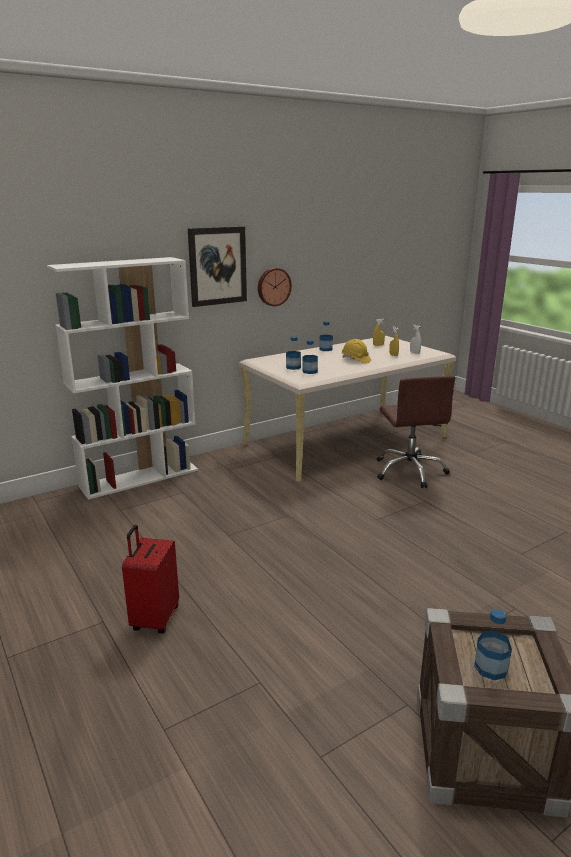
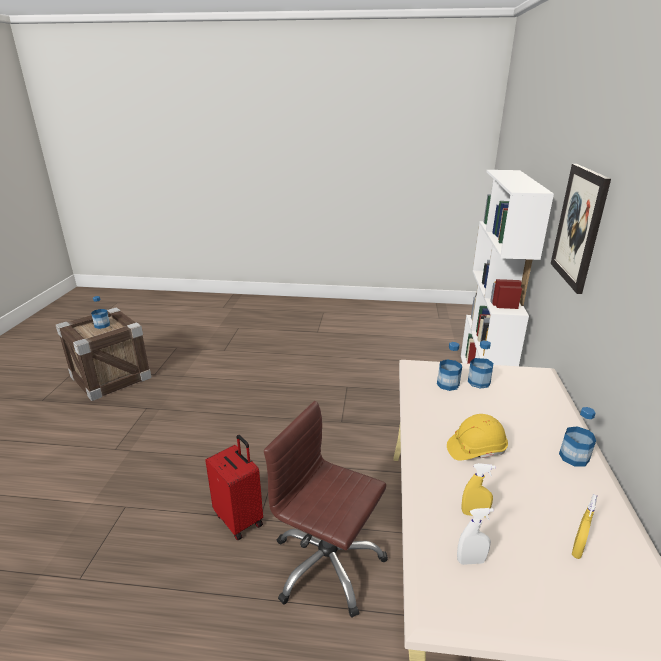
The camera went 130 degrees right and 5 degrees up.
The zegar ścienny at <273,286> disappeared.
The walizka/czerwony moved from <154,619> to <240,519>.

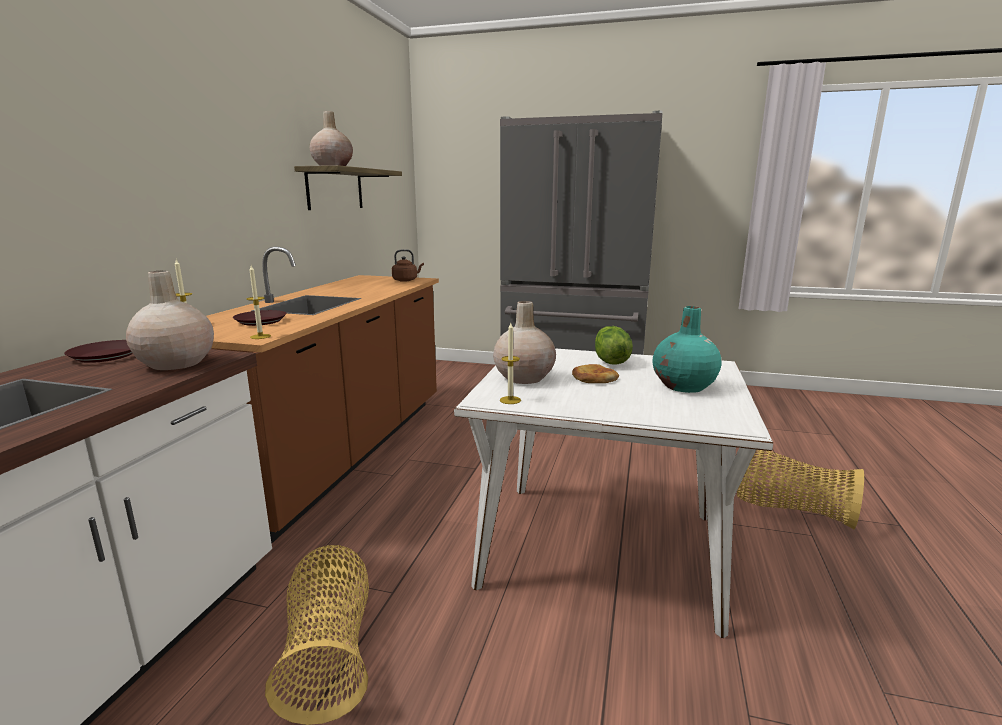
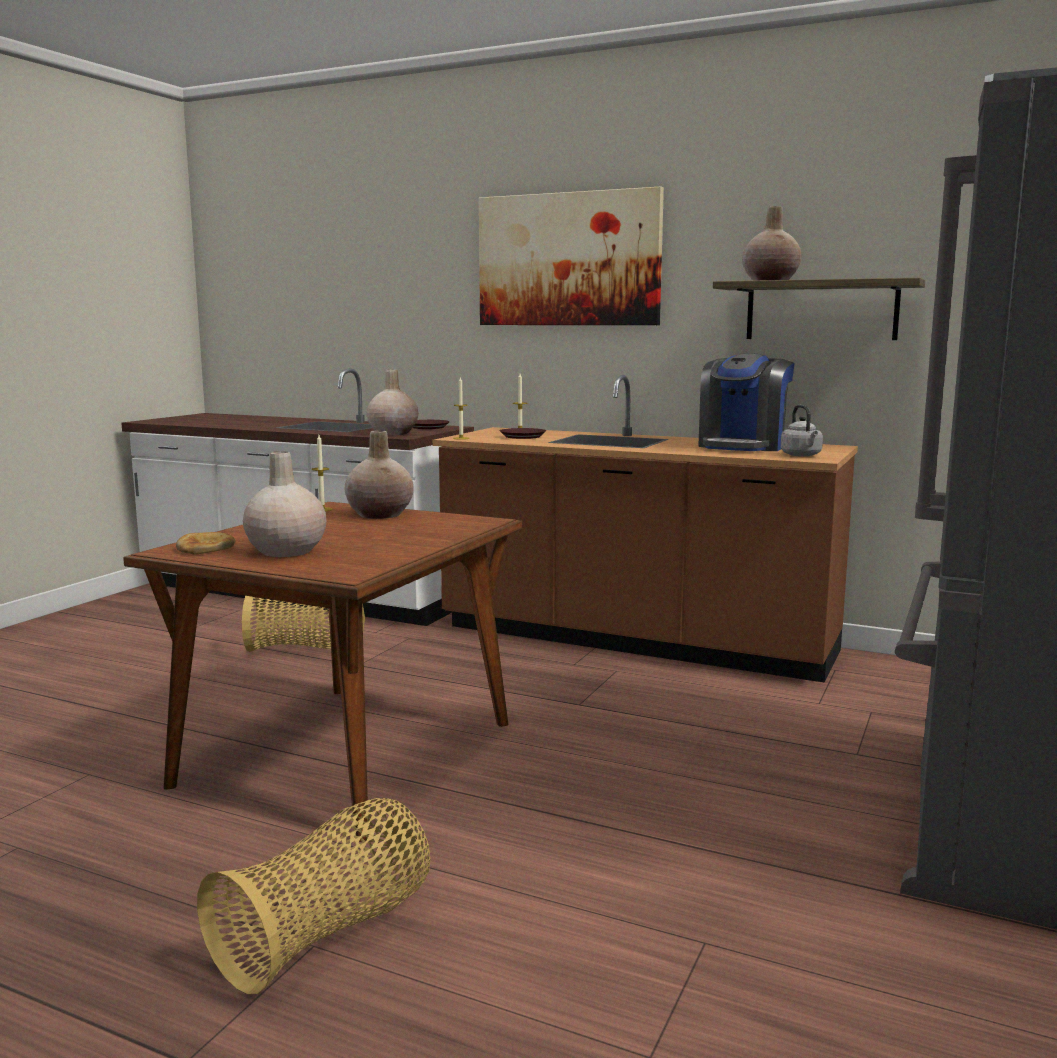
The camera went 100 degrees right and 5 degrees down.
The czajnik/brązowy at <406,280> became the czajnik/szary at <802,455>.
The wazon/turkusowy at <684,386> became the wazon/beżowy at <286,551>.
The sałata at <610,361> disappeared.
The stół jadalny/biały at <602,549> became the stół jadalny/brązowy at <347,754>.
The chleb moved from <594,378> to <205,548>.
The obraz at <568,260> appeared.
The ekspres do kawy at <742,446> appeared.

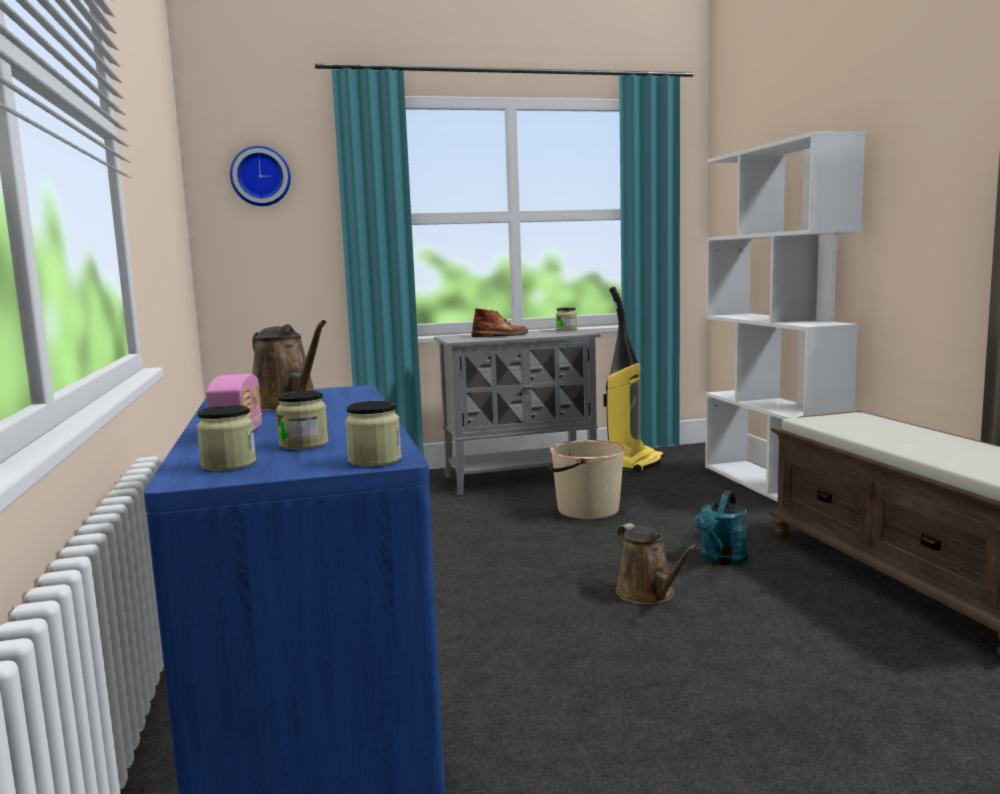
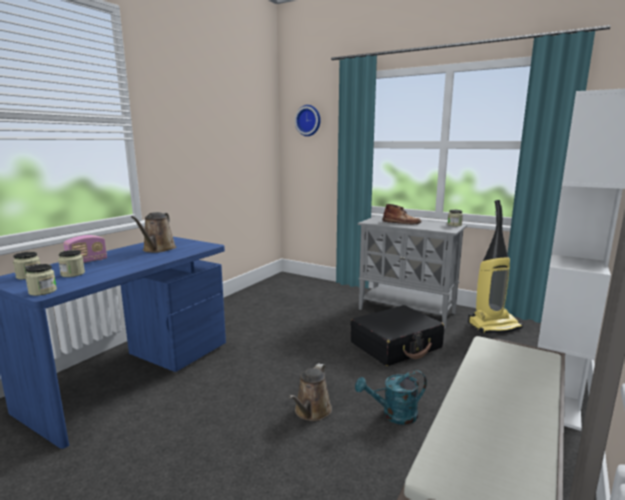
The camera went 45 degrees right and 5 degrees up.
The wiadro/beżowy at <587,510> was replaced by the walizka/czarny at <396,345>.

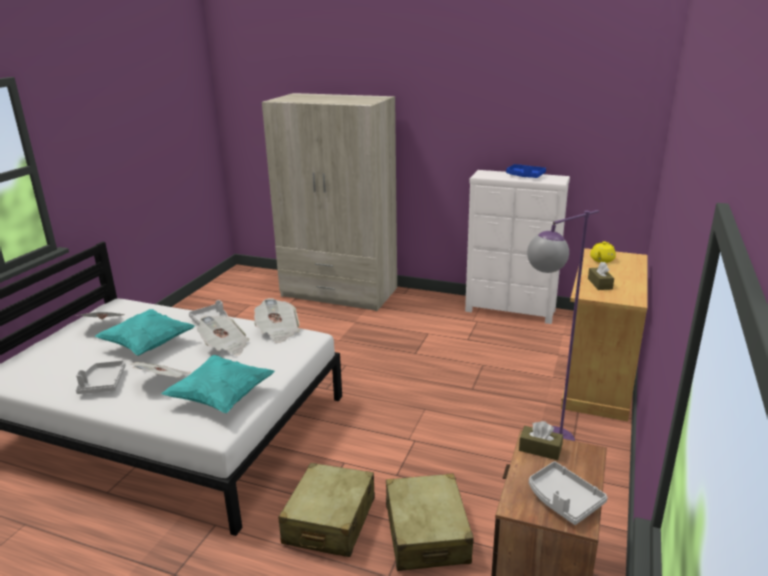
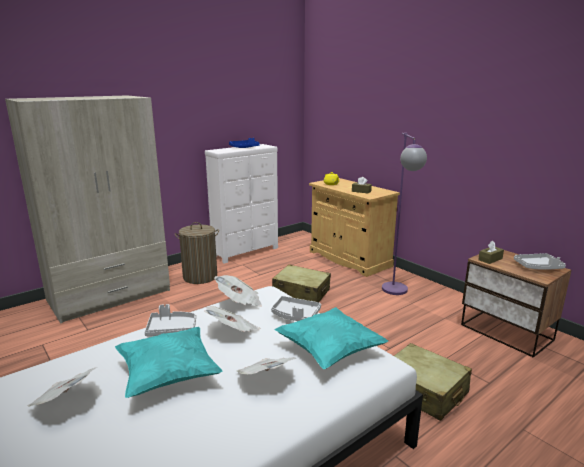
The camera went 60 degrees left and 5 degrees down.
The taca/szary moved from <103,383> to <295,315>.
The walizka/beżowy moved from <426,533> to <301,293>.
The kosz na pranie at <200,277> appeared.

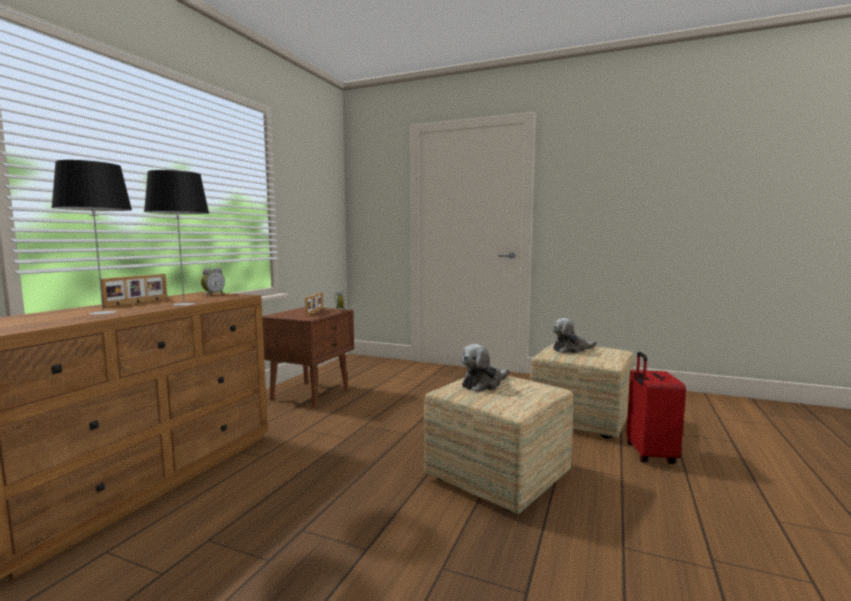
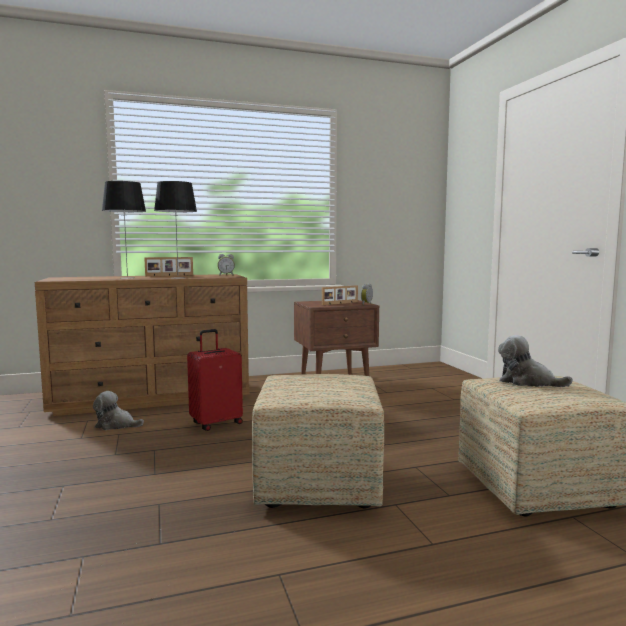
The camera went 50 degrees right and 0 degrees up.
The pluszak moved from <483,384> to <116,425>.
The walizka/czerwony moved from <649,454> to <216,423>.

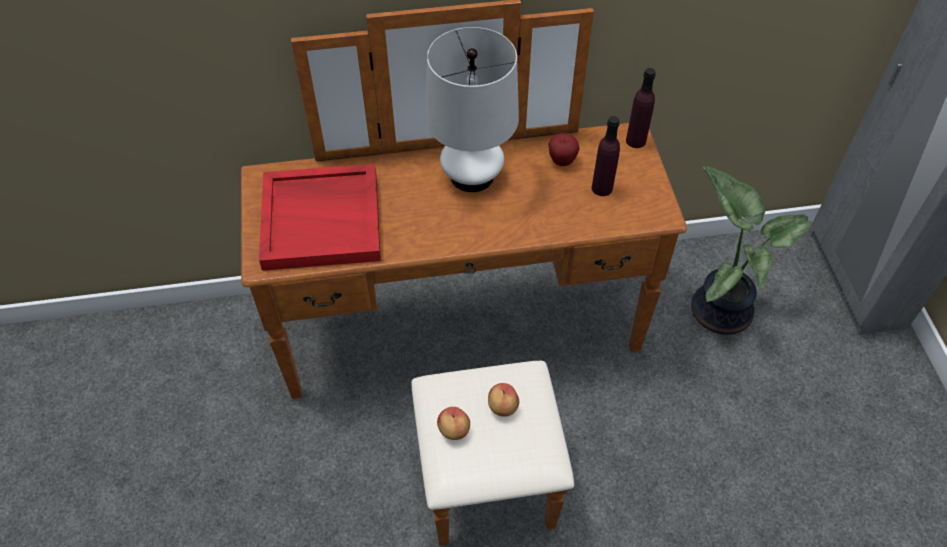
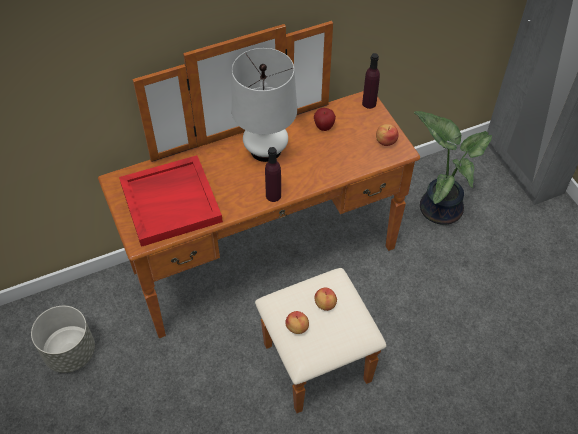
The camera went 15 degrees left and 0 degrees up.
The butelka/fioletowy moved from <602,188> to <273,195>.
The jabłko at <386,141> appeared.
The donica/szary at <70,352> appeared.

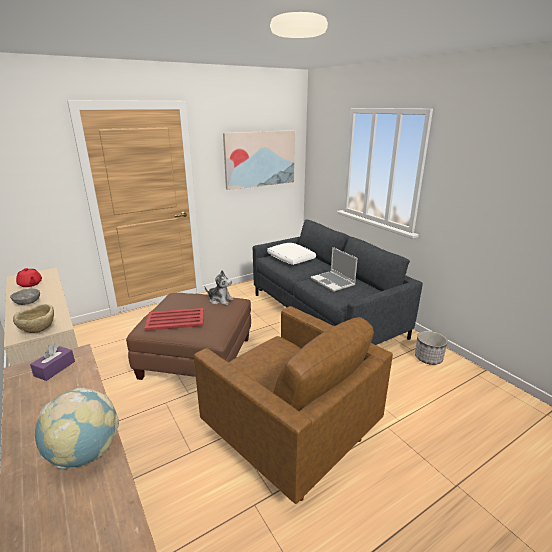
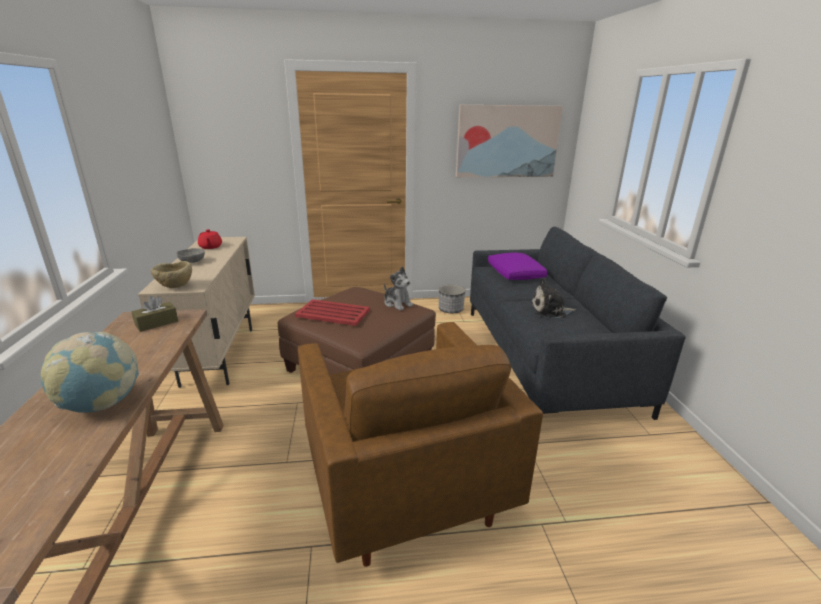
The camera went 25 degrees right and 0 degrees up.
The poduszka/biały at <291,259> became the poduszka/fioletowy at <515,274>.
The laptop at <333,282> was replaced by the pluszak at <550,310>.
The donica moved from <428,358> to <451,310>.
The pudełko chusteczek/fioletowy at <55,368> became the pudełko chusteczek/brązowy at <157,323>.

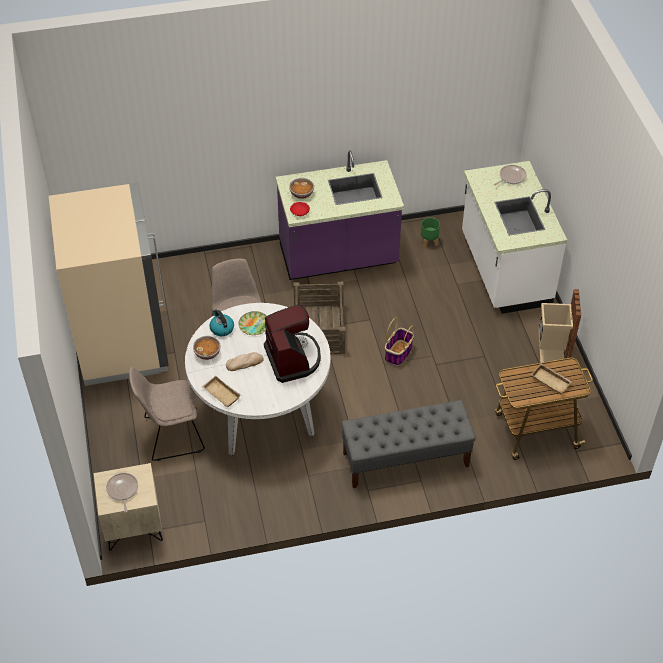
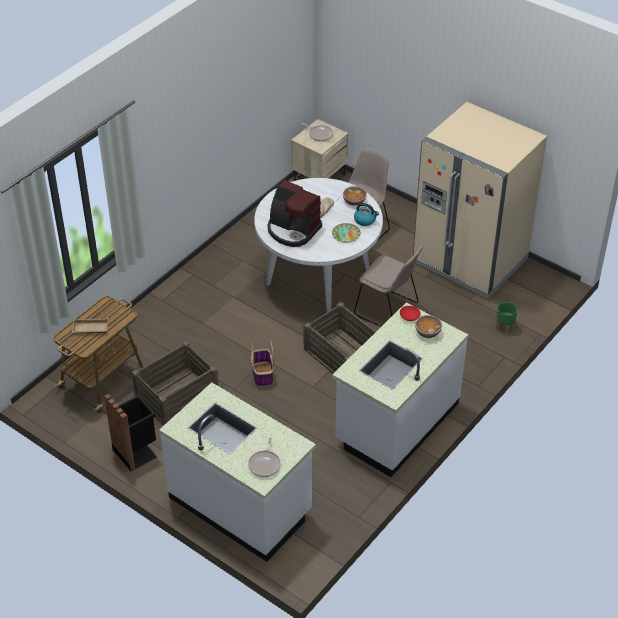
The camera went 140 degrees right and 5 degrees down.
The zabudowa kuchenna/fioletowy at <338,257> became the zabudowa kuchenna/biały at <396,423>.
The donica/zielony moved from <429,241> to <505,327>.
The kosz na śmieci/beżowy at <552,352> became the kosz na śmieci/czarny at <136,452>.
The taca/beżowy at <220,394> disappeared.
The ławka/szary at <405,459> disappeared.
The skrzynka at <176,394> appeared.

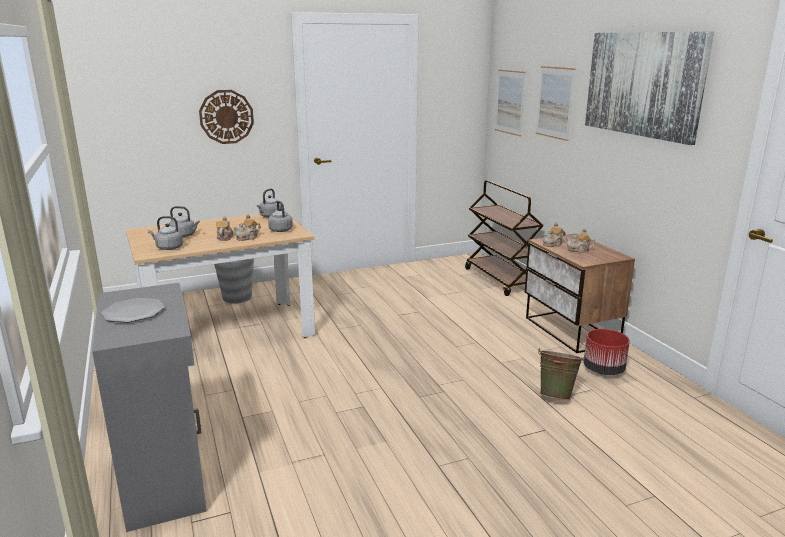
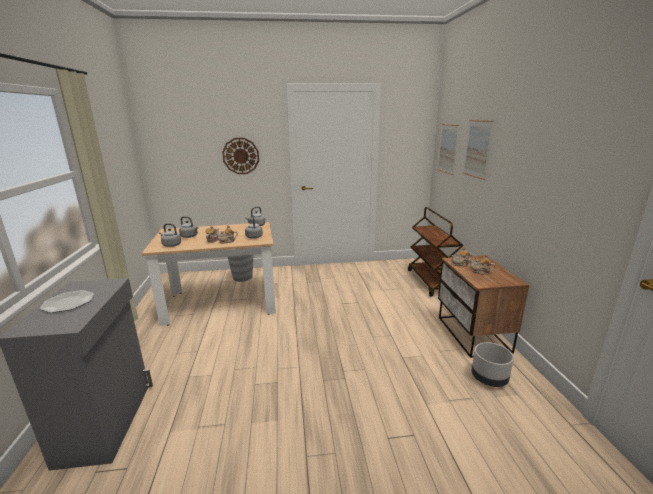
The camera went 15 degrees right and 0 degrees up.
The obraz at <643,84> disappeared.
The donica/czerwony at <604,370> became the donica/szary at <489,379>.
The wiadro/zielony at <556,395> disappeared.

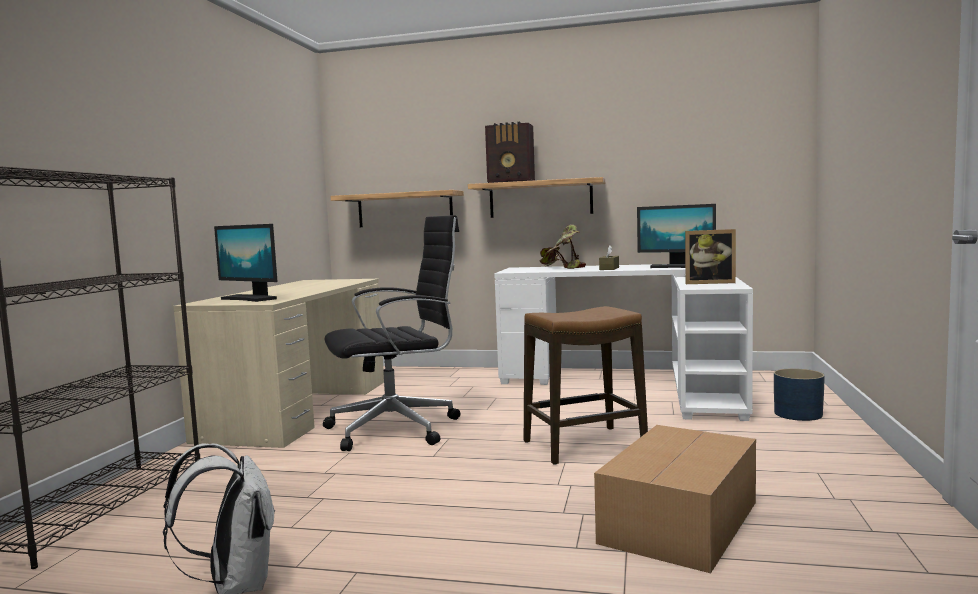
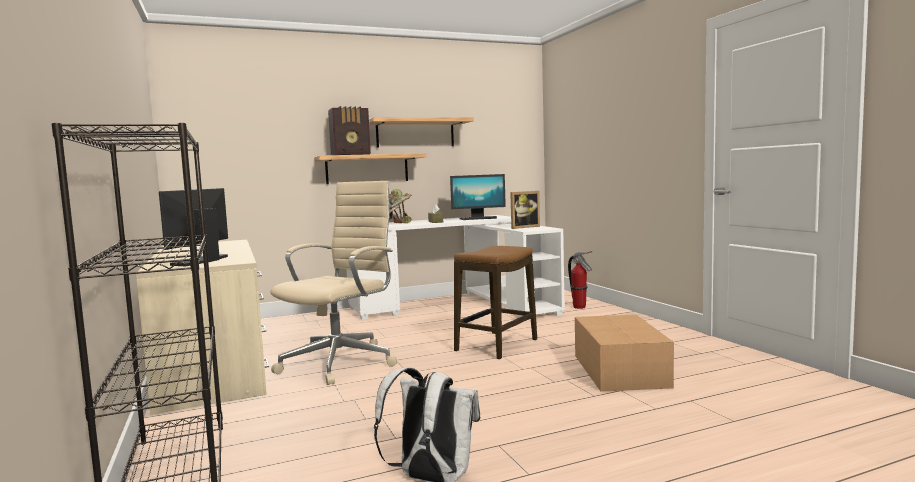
The camera went 35 degrees left and 0 degrees up.
The półka moved from <405,209> to <415,133>.
The krzesło biurowe/czarny at <398,428> became the krzesło biurowe/beżowy at <341,362>.
The monitor at <250,298> turned 105 degrees clockwise.
The donica/niebieski at <798,414> was replaced by the gaśnica at <579,307>.

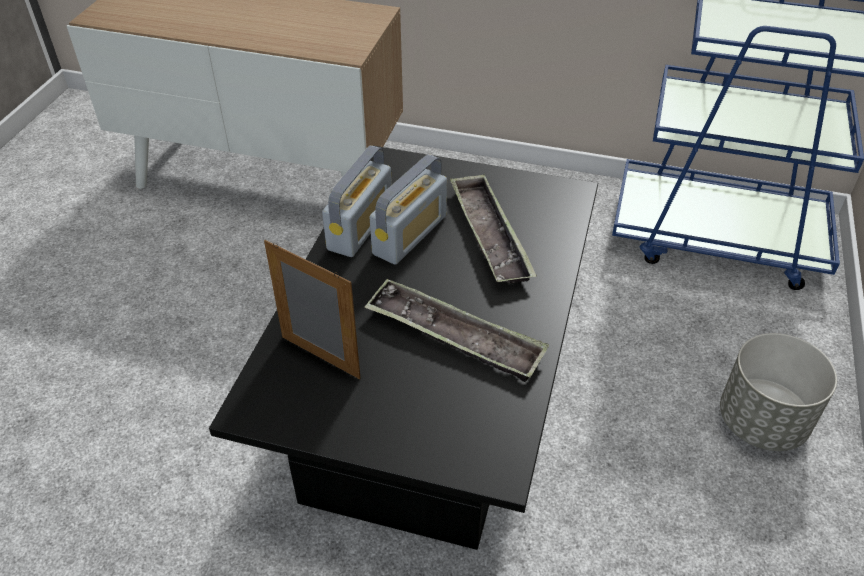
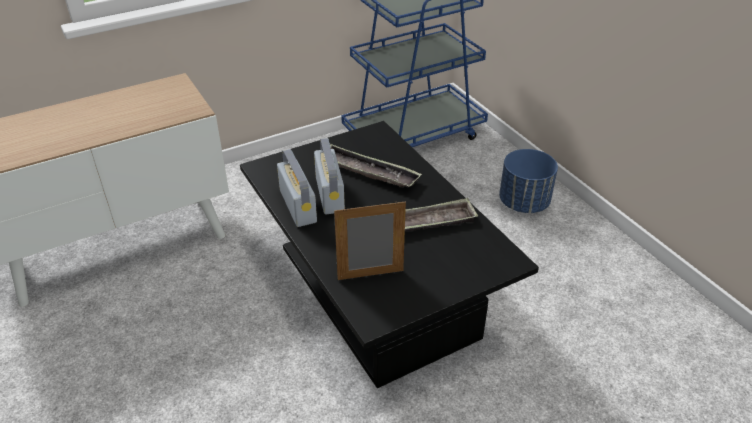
The camera went 45 degrees left and 5 degrees down.
The donica/szary at <762,422> became the donica/niebieski at <524,203>.

